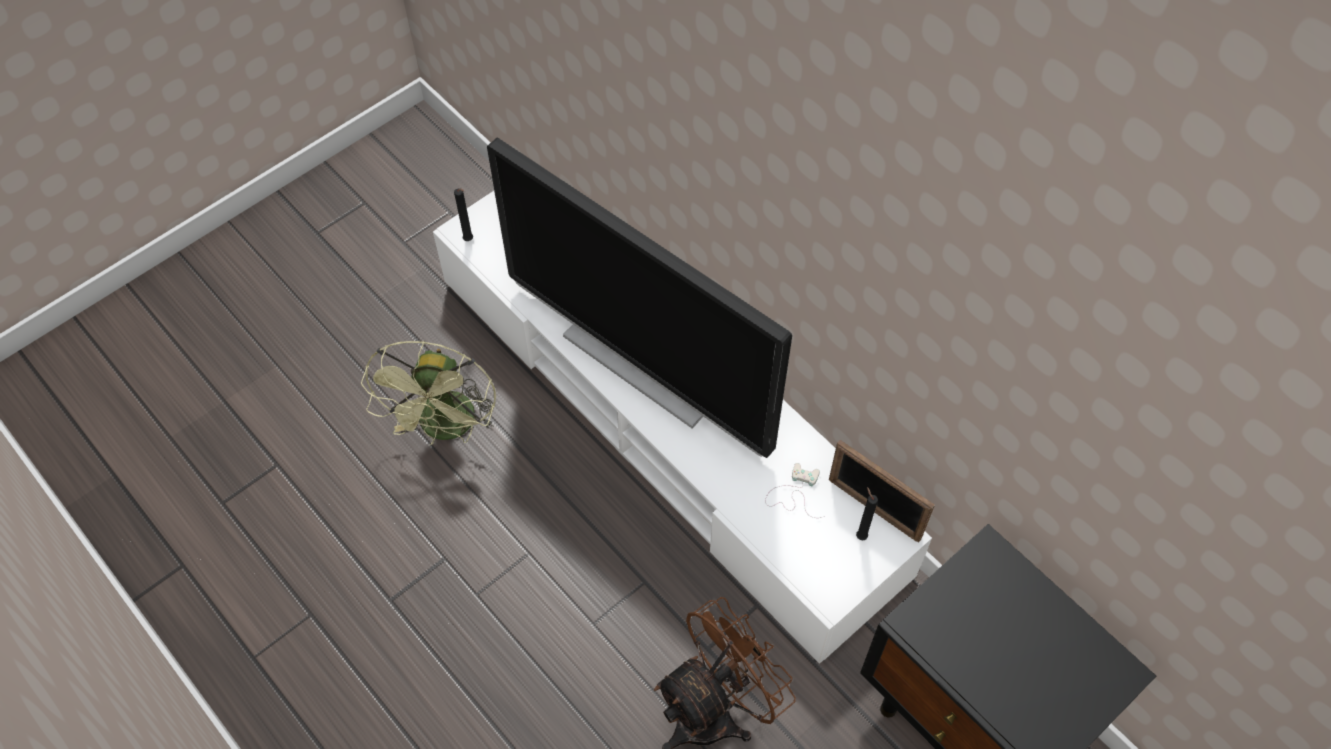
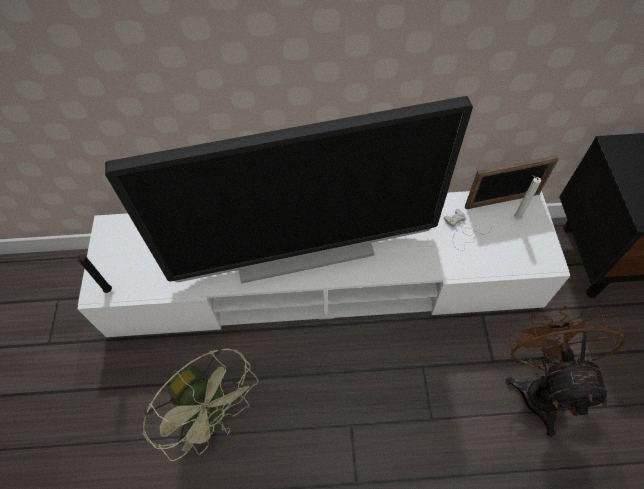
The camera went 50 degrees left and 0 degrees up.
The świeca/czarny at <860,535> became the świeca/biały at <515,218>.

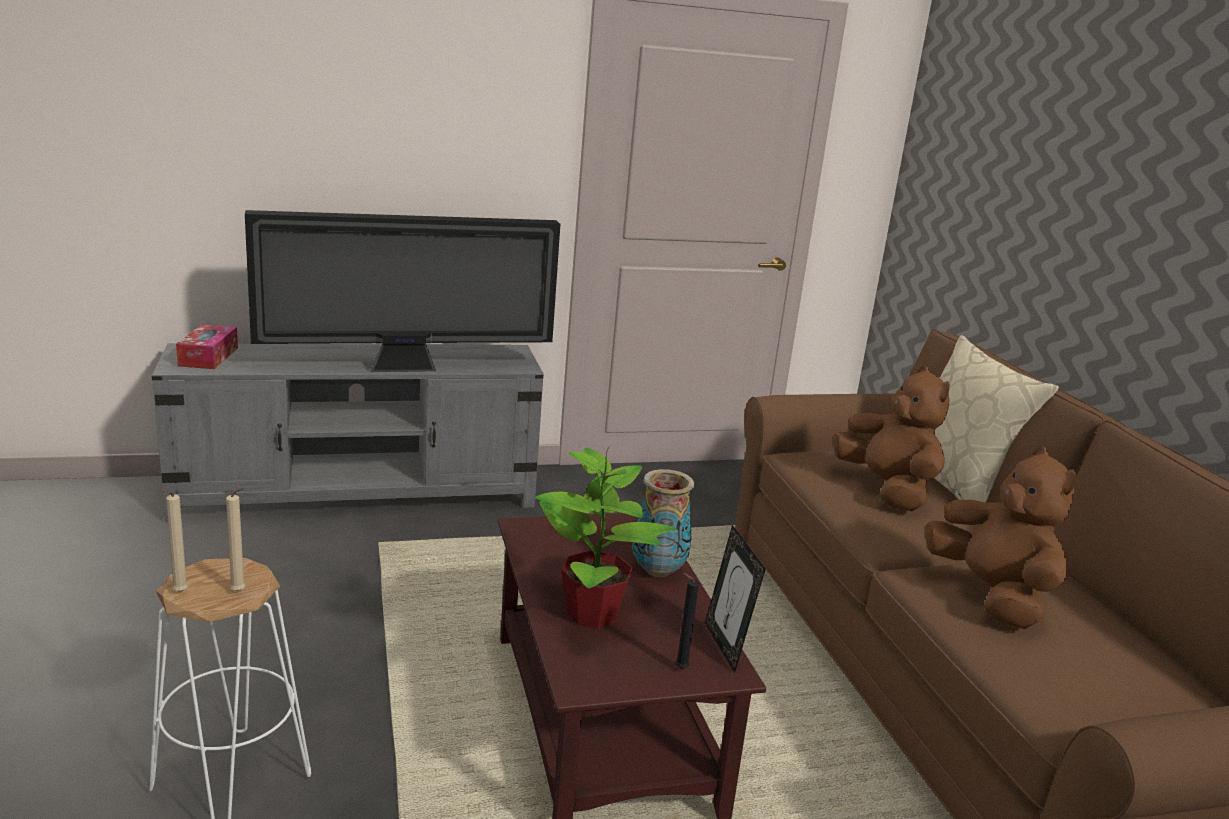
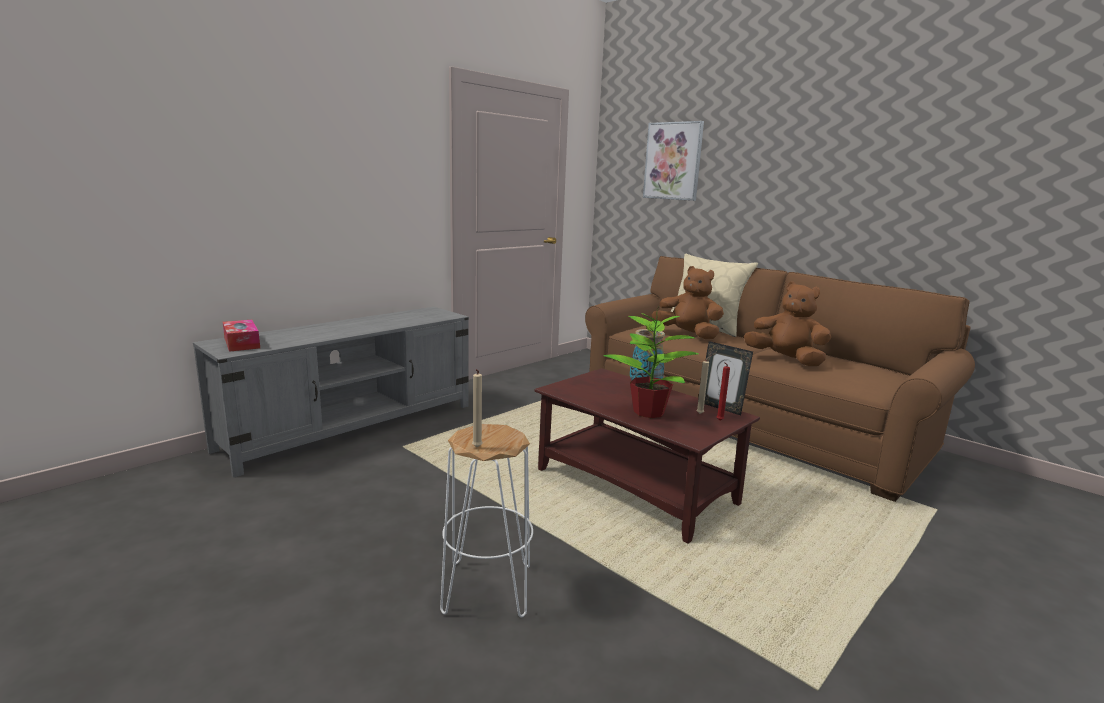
The camera went 30 degrees left and 5 degrees down.
The telewizor at <407,368> disappeared.
The świeca/beżowy moved from <240,592> to <701,414>.
The świeca/czarny at <679,668> became the świeca/czerwony at <719,420>.
The obraz at <673,161> appeared.

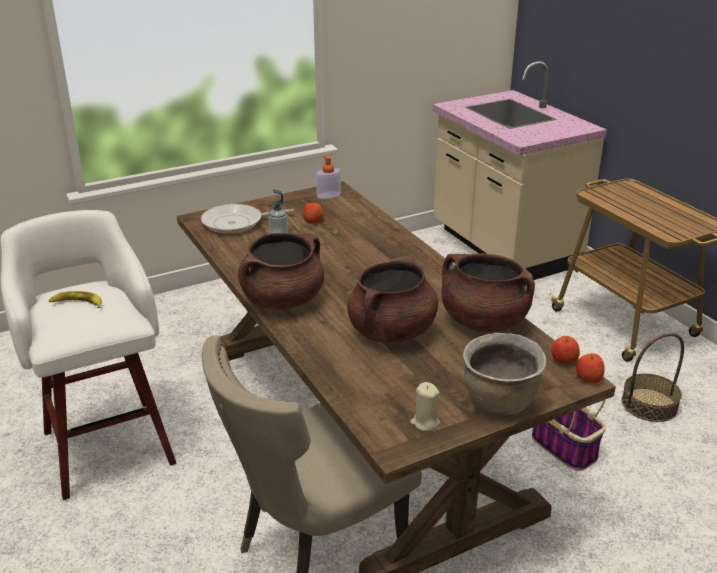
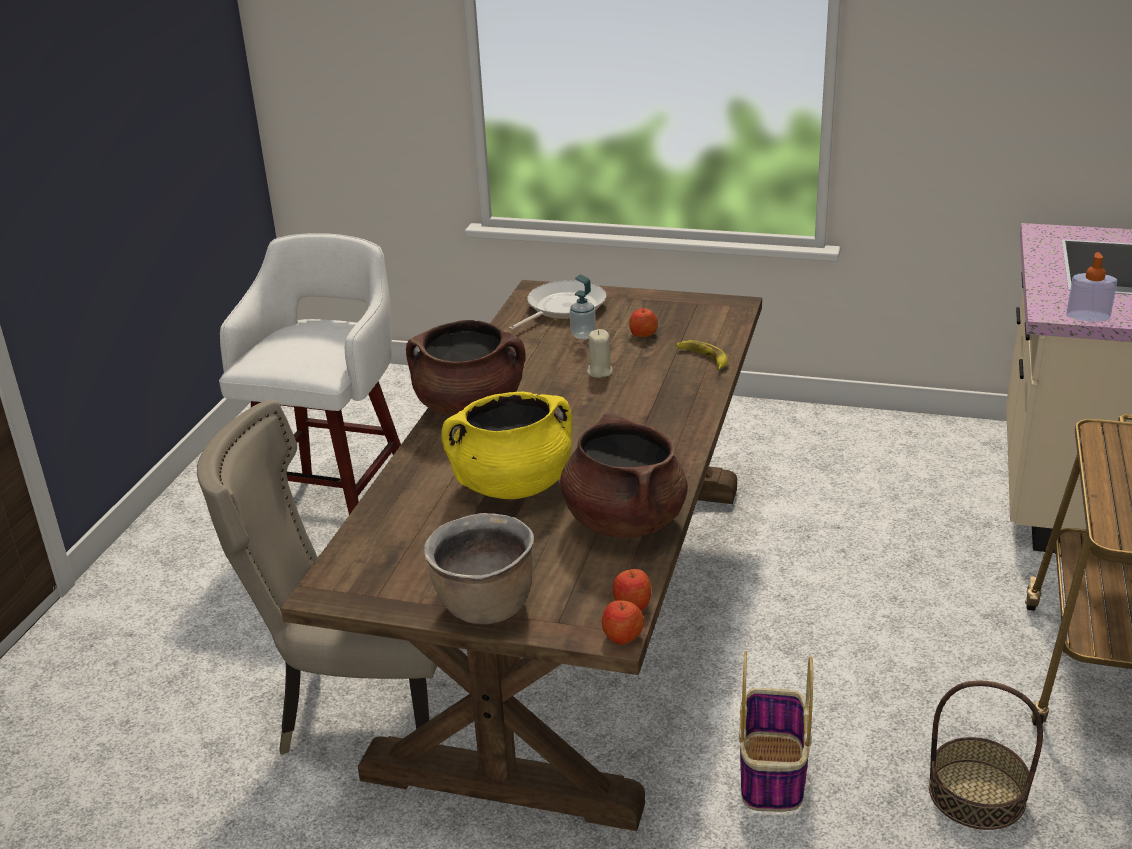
The camera went 45 degrees right and 0 degrees up.
The dozownik mydła moved from <328,195> to <1088,316>.
The patelnia at <236,223> turned 105 degrees clockwise.
The garnek/brązowy at <391,332> became the garnek/żółty at <512,485>.
The banan moved from <77,303> to <703,358>.
The świeca/beżowy moved from <425,423> to <599,372>.

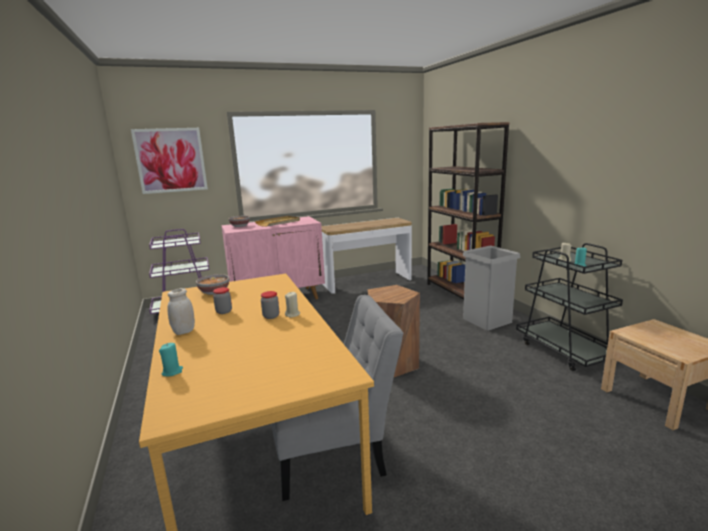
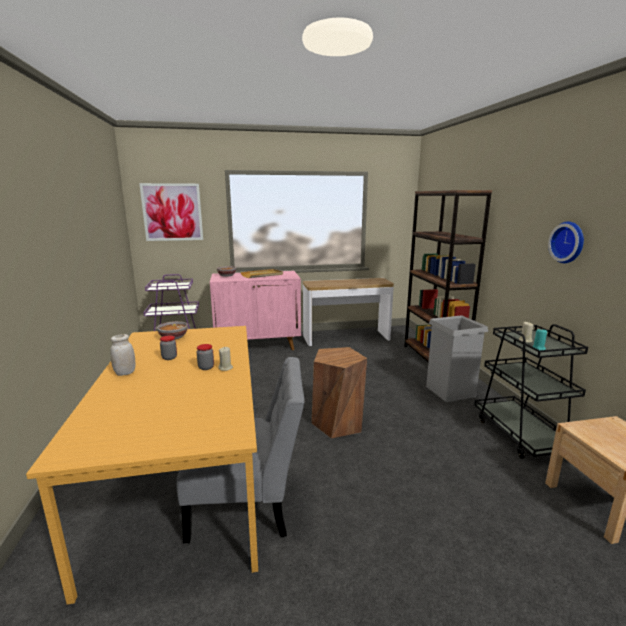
The camera went 10 degrees right and 0 degrees up.
The świeca/turkusowy at <172,372> disappeared.
The zegar ścienny at <569,242> appeared.

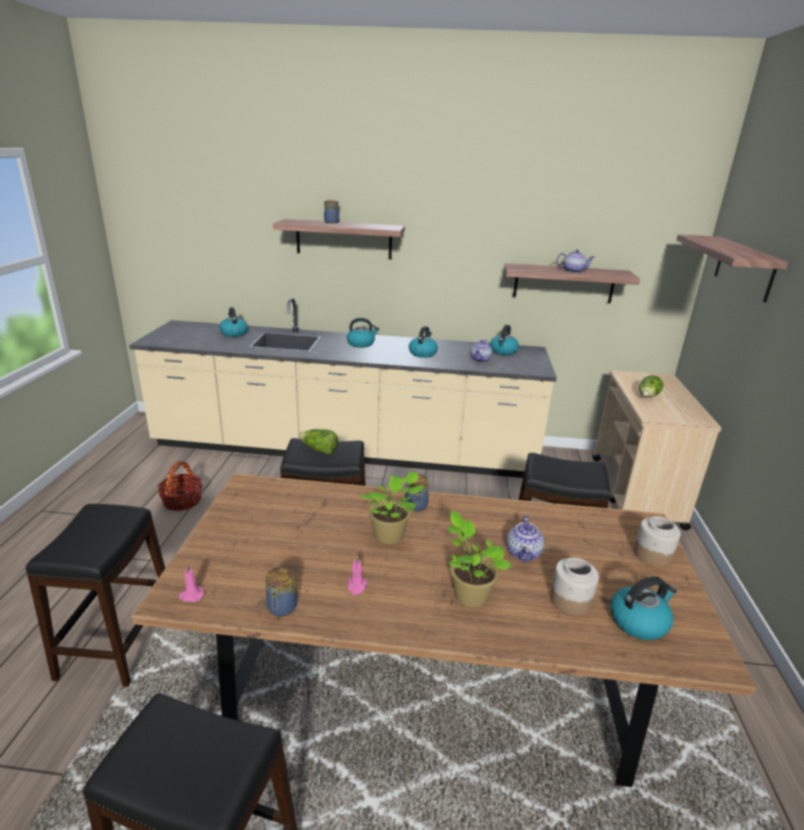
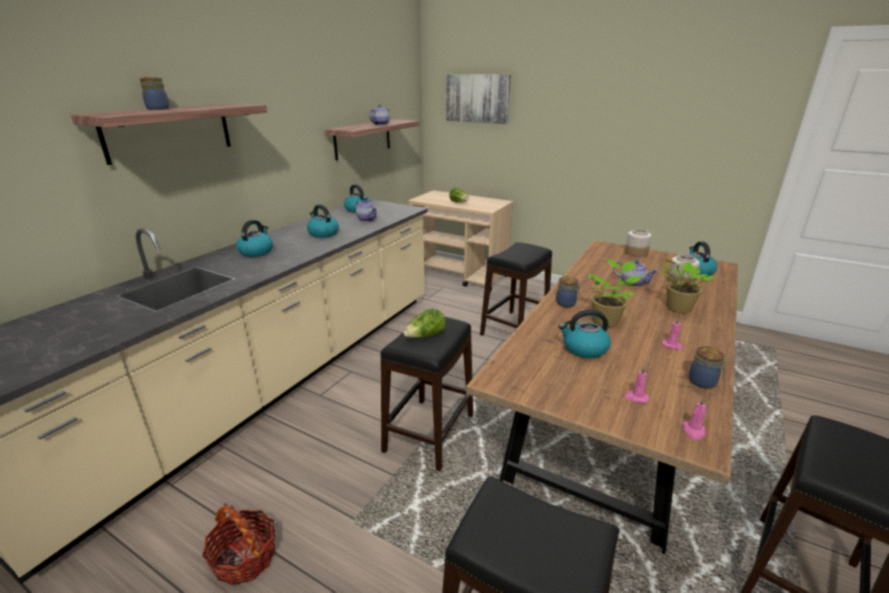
The camera went 65 degrees left and 0 degrees up.
The półka at <744,268> was replaced by the obraz at <477,98>.
The czajnik moved from <234,333> to <584,349>.
The świeca/różowy at <635,397> appeared.

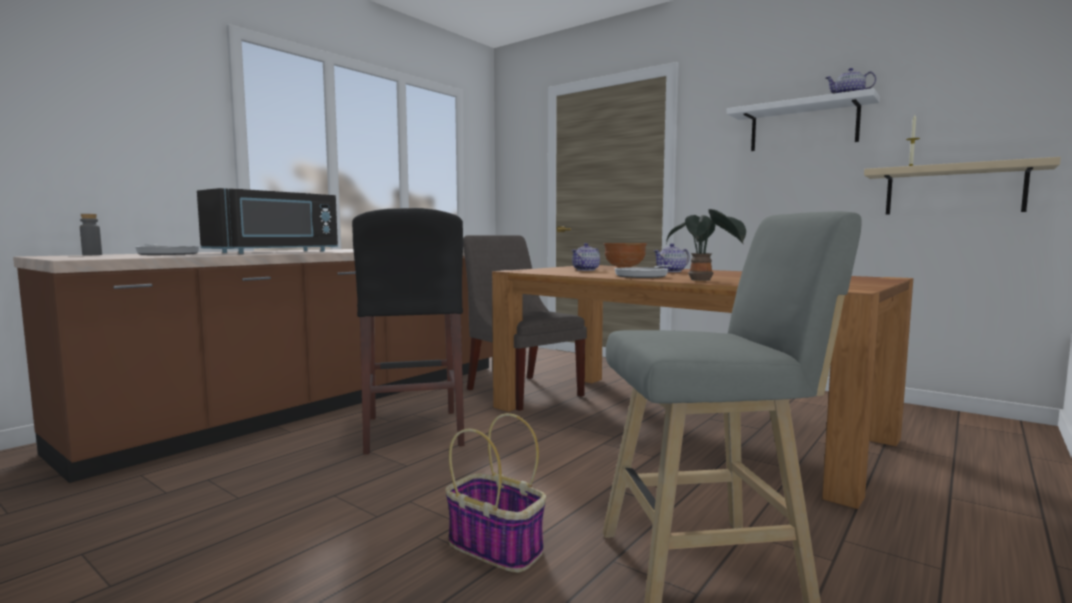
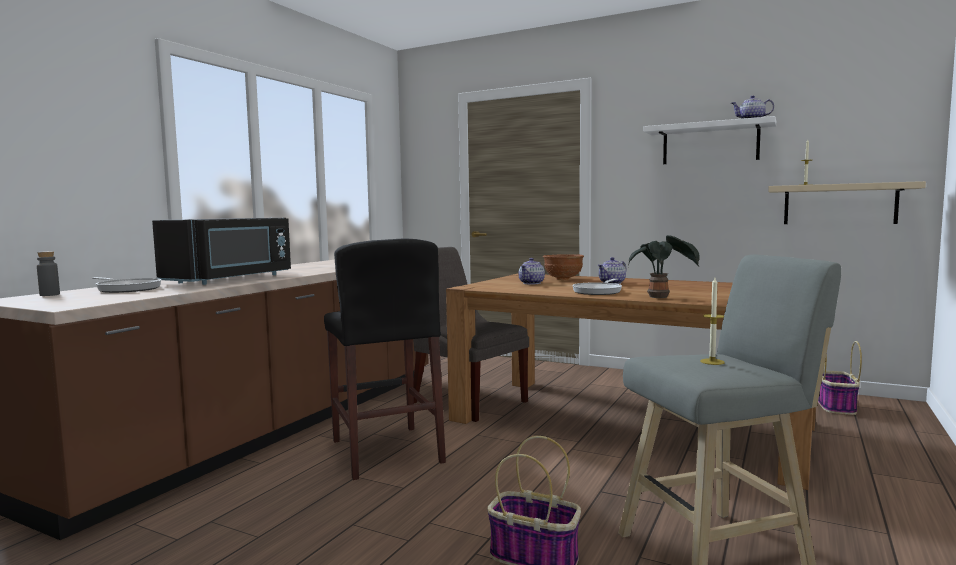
The camera went 10 degrees left and 0 degrees up.
The świeca at <712,362> appeared.
The koszyk at <835,406> appeared.

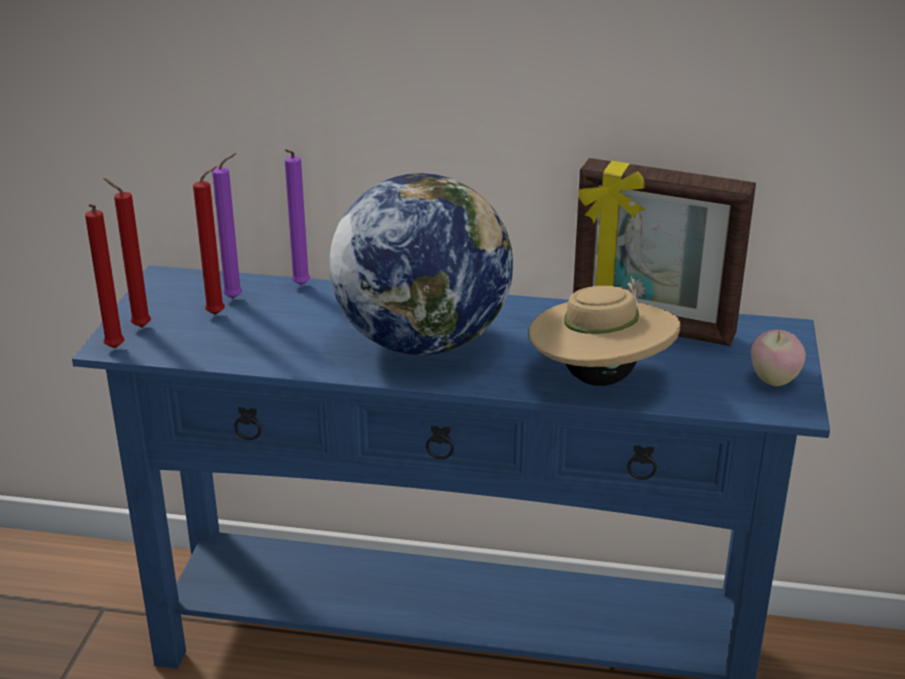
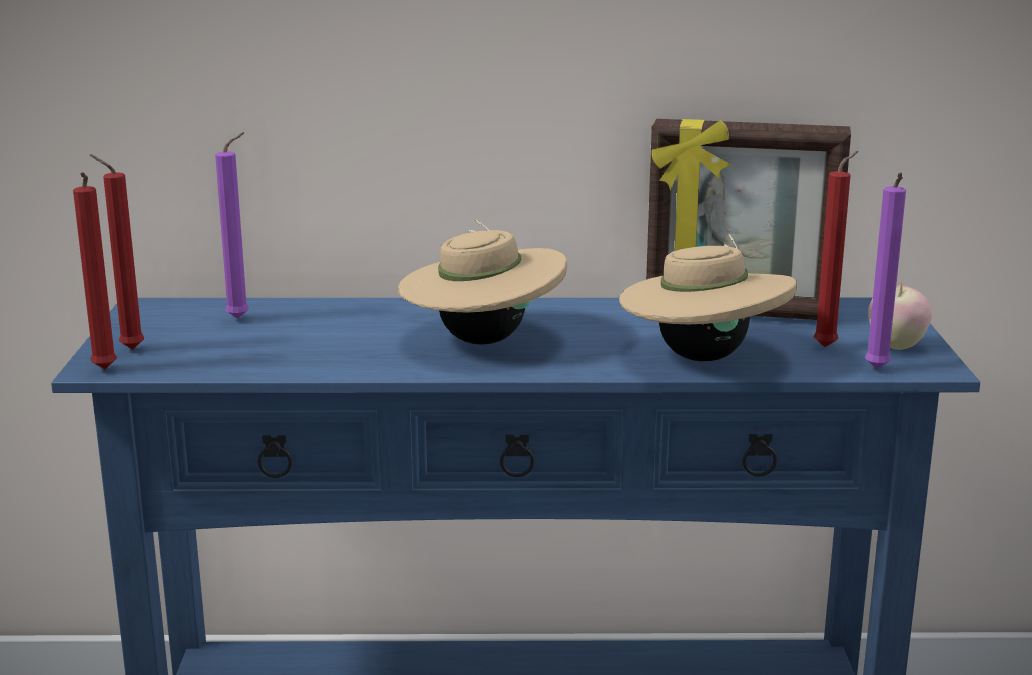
The camera went 10 degrees left and 10 degrees down.
The świeca/fioletowy moved from <299,287> to <877,370>.
The świeca/czerwony moved from <219,314> to <828,346>.
The globus at <422,341> was replaced by the kapelusz/beżowy at <482,340>.

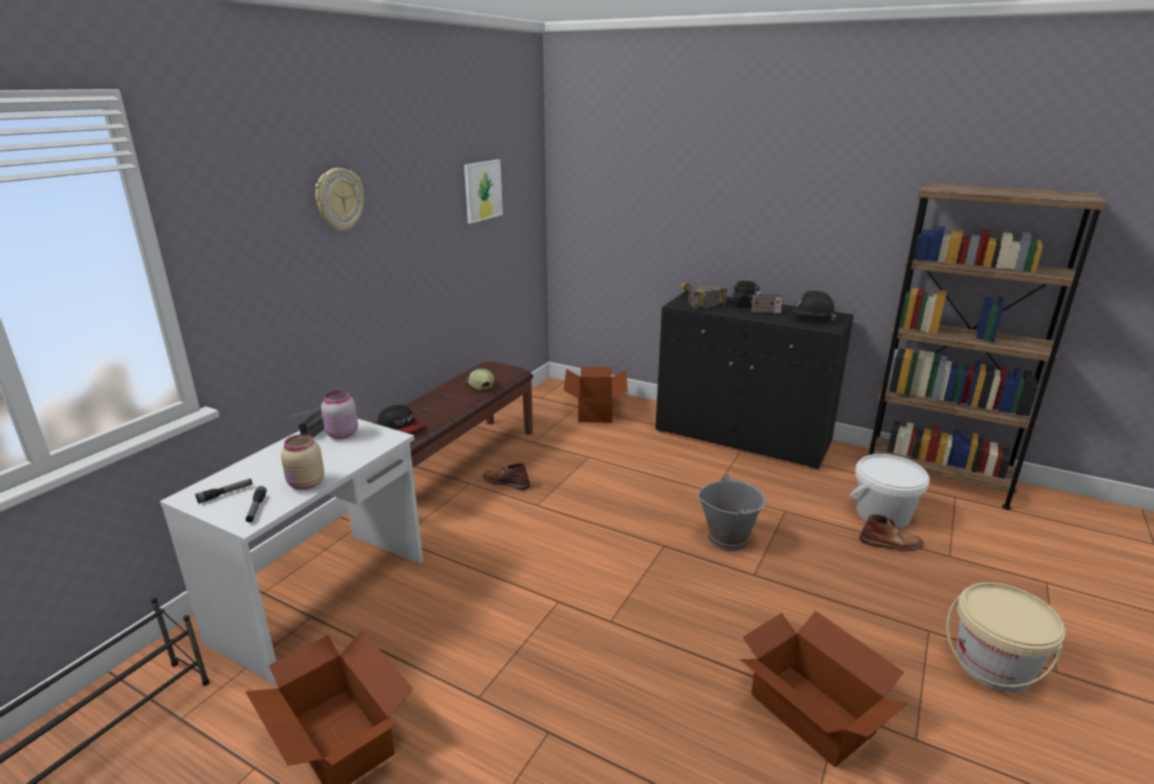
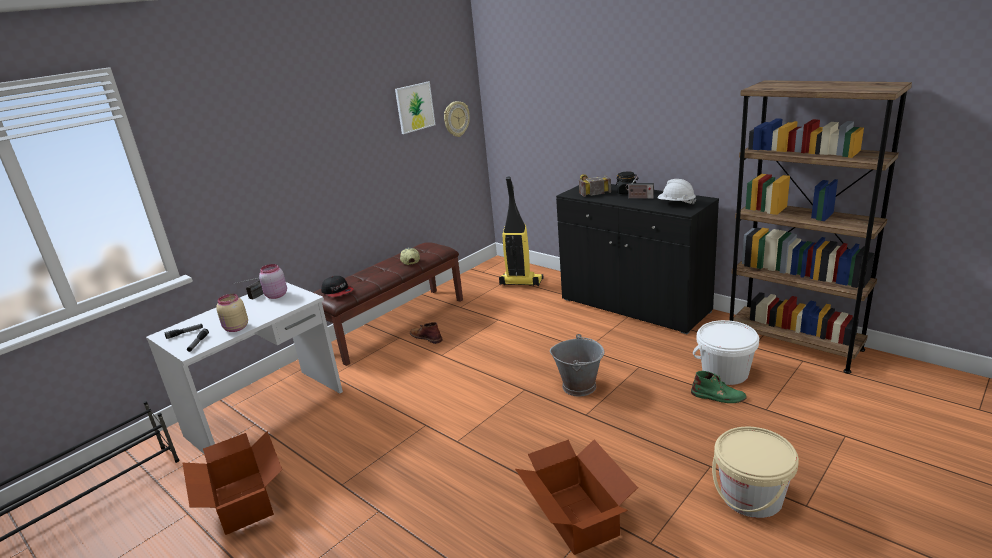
The camera went 15 degrees right and 0 degrees up.
The zegar ścienny moved from <339,199> to <456,119>.
The kask/czarny at <812,319> became the kask/biały at <676,203>.
The karton at <594,410> was replaced by the odkurzacz at <520,282>.
The but z cholewką/brązowy at <891,543> became the but z cholewką/zielony at <718,396>.

